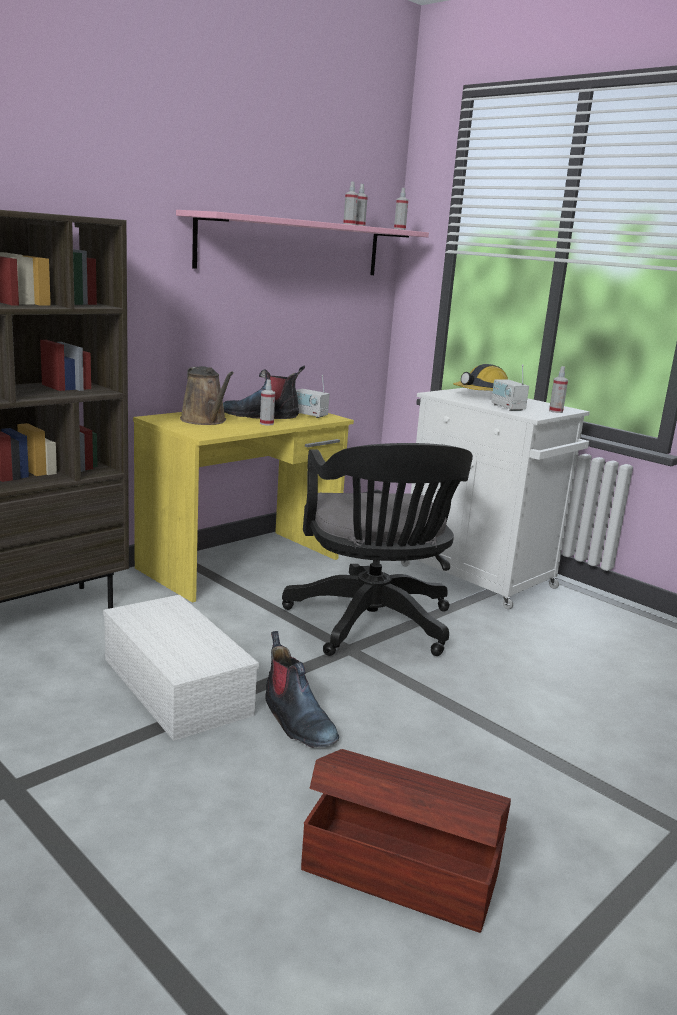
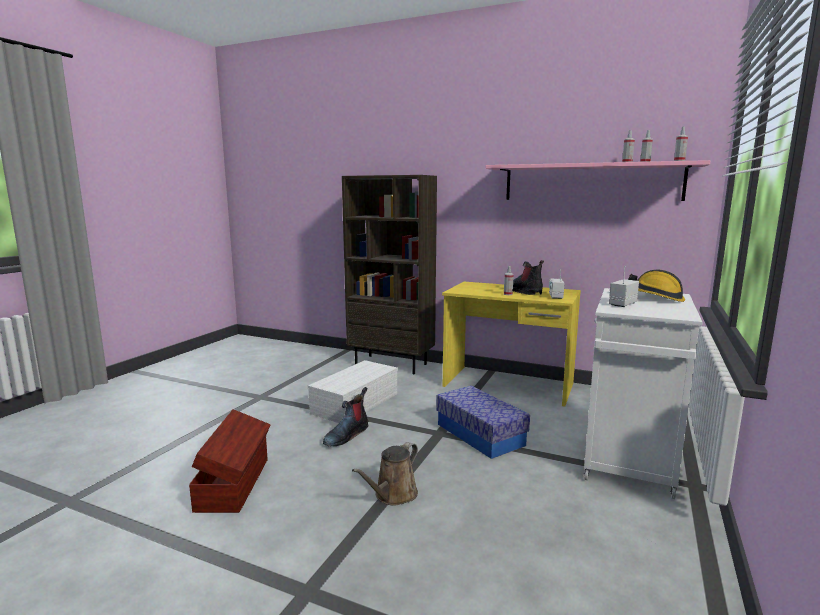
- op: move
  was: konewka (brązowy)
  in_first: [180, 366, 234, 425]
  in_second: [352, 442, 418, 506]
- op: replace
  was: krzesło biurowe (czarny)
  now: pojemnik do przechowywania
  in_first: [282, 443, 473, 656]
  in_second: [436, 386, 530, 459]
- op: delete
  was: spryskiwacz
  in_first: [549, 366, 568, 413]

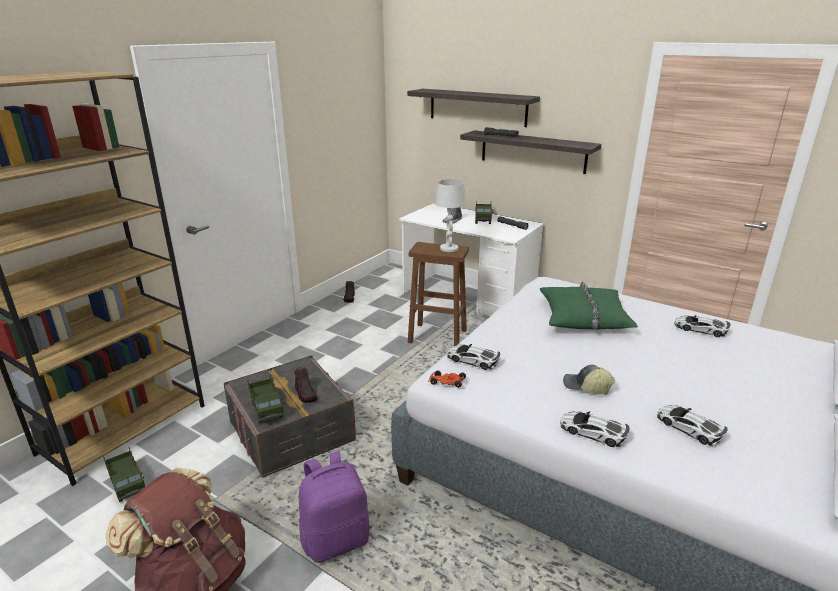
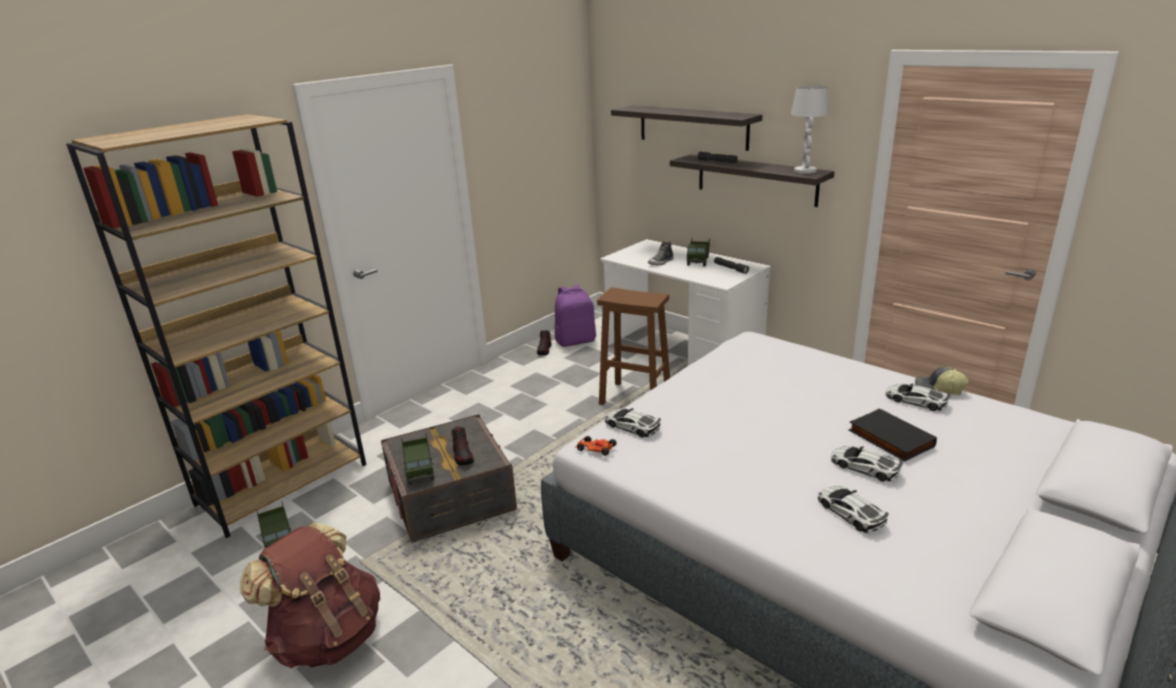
- op: move
  was: plecak (fioletowy)
  in_first: [299, 451, 370, 563]
  in_second: [555, 284, 596, 347]
- op: move
  was: lampa stołowa (biały)
  in_first: [435, 179, 466, 252]
  in_second: [791, 86, 829, 174]
- op: delete
  was: poduszka (zielony)
  in_first: [540, 281, 638, 330]
- op: move
  was: samochodzik
  in_first: [560, 411, 629, 447]
  in_second: [831, 446, 903, 482]
- op: move
  was: czapka z daszkiem
  in_first: [563, 365, 615, 395]
  in_second: [915, 366, 969, 395]
- op: insert
  now: książka (czarny)
  in_second: [848, 408, 937, 461]

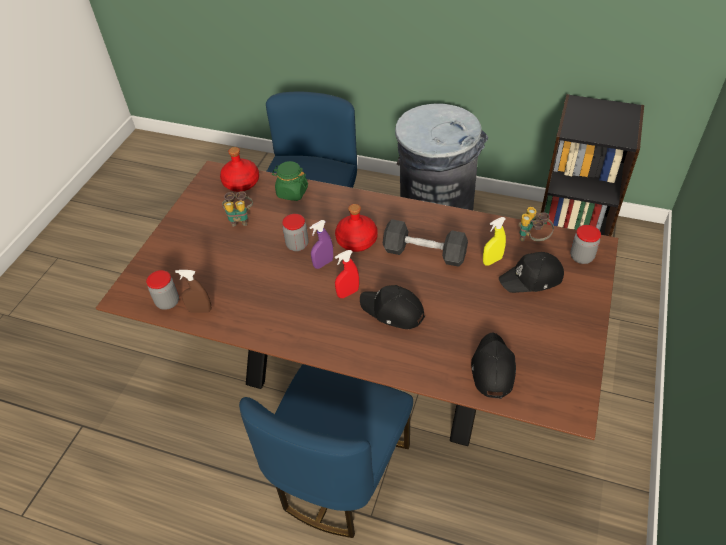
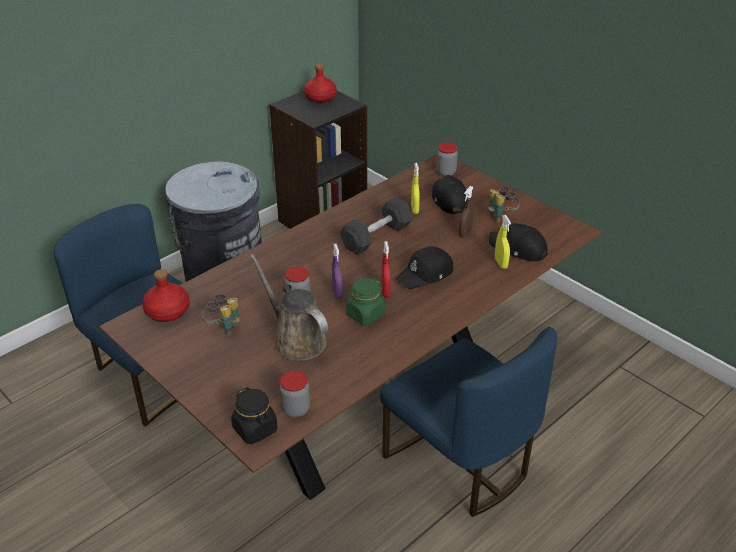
- op: move
  was: spryskiwacz (brązowy)
  in_first: [175, 270, 211, 313]
  in_second: [459, 186, 474, 238]
- op: move
  was: słoik (zielony)
  in_first: [272, 161, 308, 201]
  in_second: [346, 278, 385, 325]
- op: move
  was: butelka (czerwony)
  in_first: [335, 204, 378, 252]
  in_second: [304, 64, 337, 103]
- op: rotate
  was: czapka z daszkiem (czarny)
  in_first: [499, 252, 564, 293]
  in_second: [432, 175, 466, 214]
  clockwise: 150
- op: move
  was: lornetka
  in_first: [518, 207, 554, 242]
  in_second: [488, 186, 520, 222]
- op: insert
  now: słoik (czarny)
  in_second: [231, 387, 277, 444]
- op: insert
  now: konewka (brązowy)
  in_second: [250, 254, 328, 361]
- op: insert
  now: spryskiwacz (żółty)
  in_second: [495, 215, 511, 269]

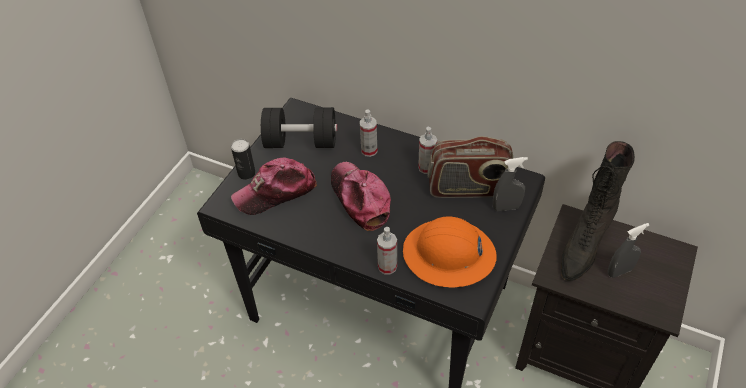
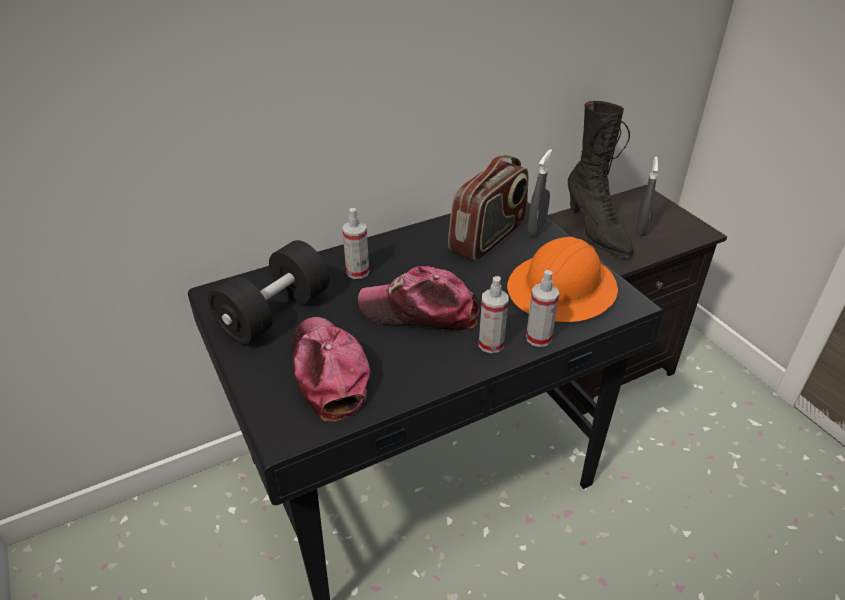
- op: delete
  was: puszka
  in_first: [231, 139, 256, 180]
- op: rotate
  was: czapka z daszkiem
  in_first: [231, 158, 317, 215]
  in_second: [291, 317, 370, 421]
  clockwise: 150
- op: move
  was: spryskiwacz
  in_first: [418, 127, 437, 174]
  in_second: [479, 276, 509, 353]

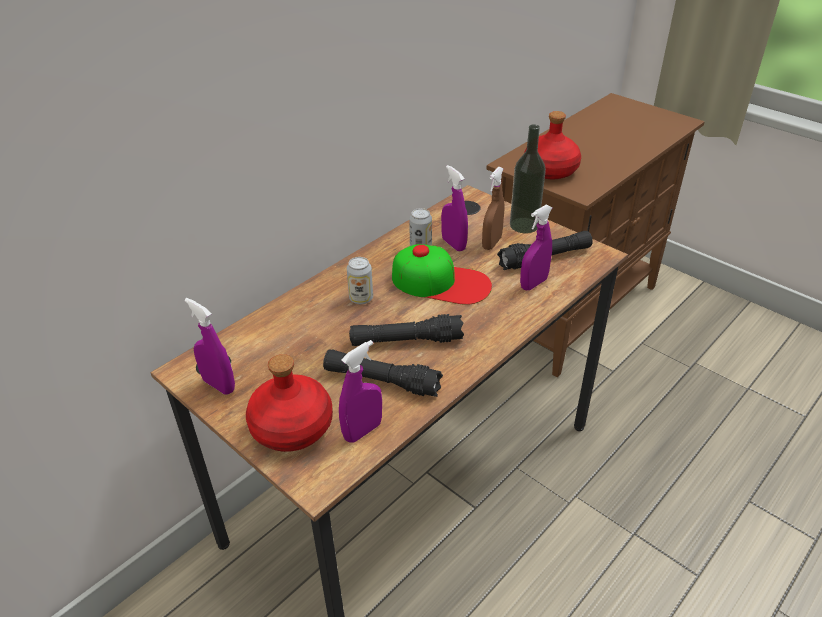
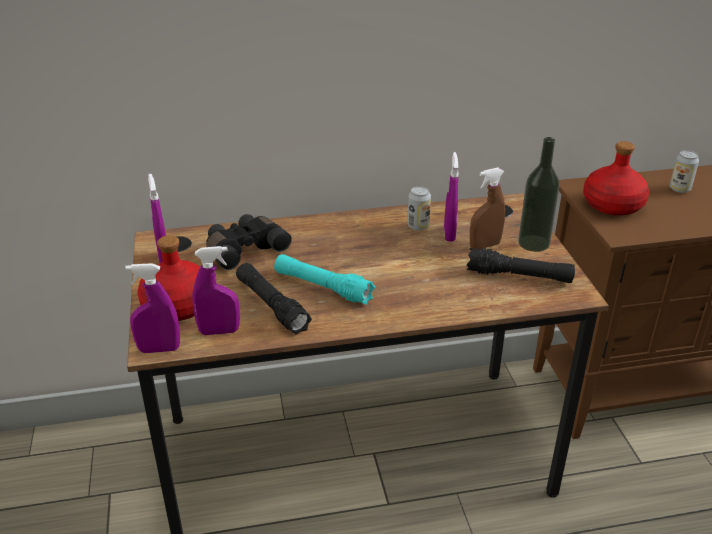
- op: move
  was: puszka
  in_first: [347, 257, 373, 304]
  in_second: [670, 150, 699, 193]
- op: recolor
  was: latarka (czarny)
  now: latarka (turkusowy)
  in_first: [349, 314, 464, 346]
  in_second: [274, 254, 375, 305]
- op: delete
  was: czapka z daszkiem
  in_first: [392, 244, 492, 305]
- op: move
  was: spryskiwacz (fioletowy)
  in_first: [520, 205, 553, 291]
  in_second: [125, 263, 180, 353]
- op: insert
  now: lornetka (czarny)
  in_second: [206, 214, 292, 270]

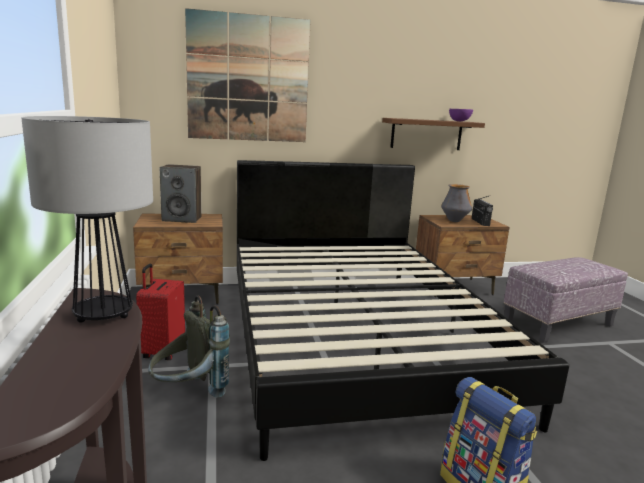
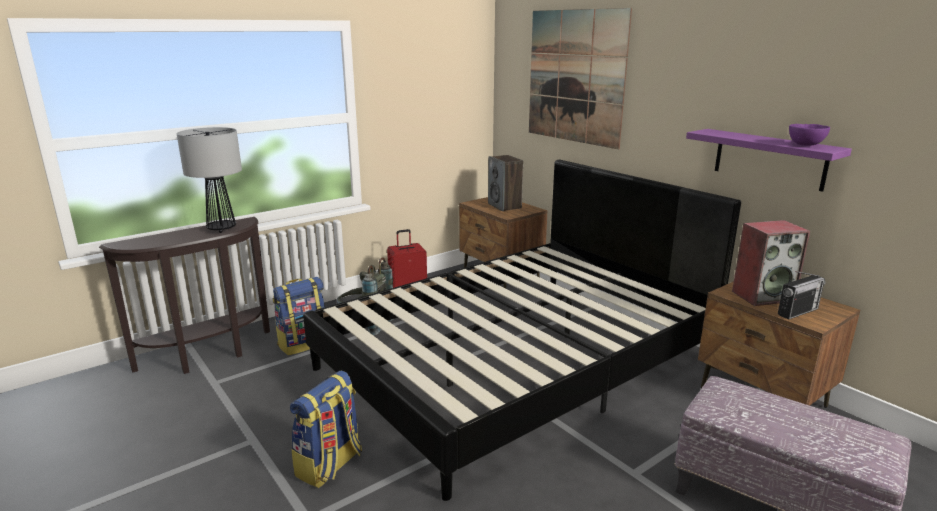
- op: recolor
  was: półka (brązowy)
  now: półka (fioletowy)
  in_first: [382, 118, 485, 150]
  in_second: [686, 129, 852, 192]
- op: replace
  was: wazon
  now: głośnik
  in_first: [441, 184, 472, 222]
  in_second: [732, 220, 810, 306]
- op: insert
  now: plecak
  in_second: [273, 277, 325, 356]

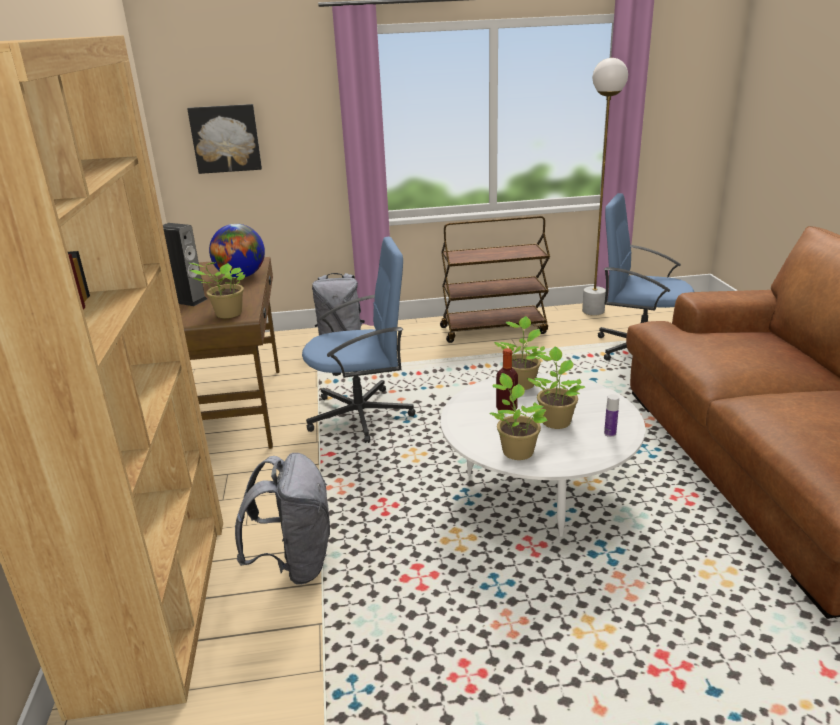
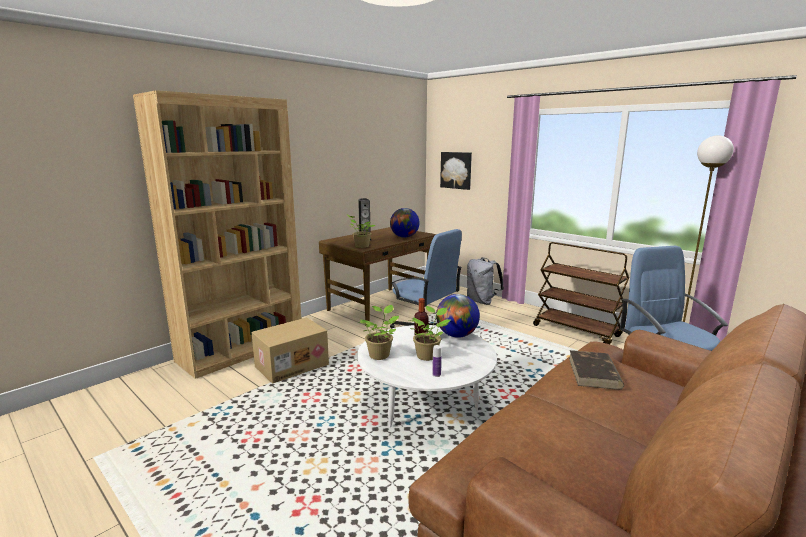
- op: replace
  was: plecak (szary)
  now: karton
  in_first: [235, 453, 330, 585]
  in_second: [251, 317, 329, 384]
- op: replace
  was: roślina doniczkowa
  now: globus
  in_first: [494, 316, 546, 390]
  in_second: [436, 294, 480, 338]
- op: insert
  now: książka (brązowy)
  in_second: [569, 350, 624, 390]

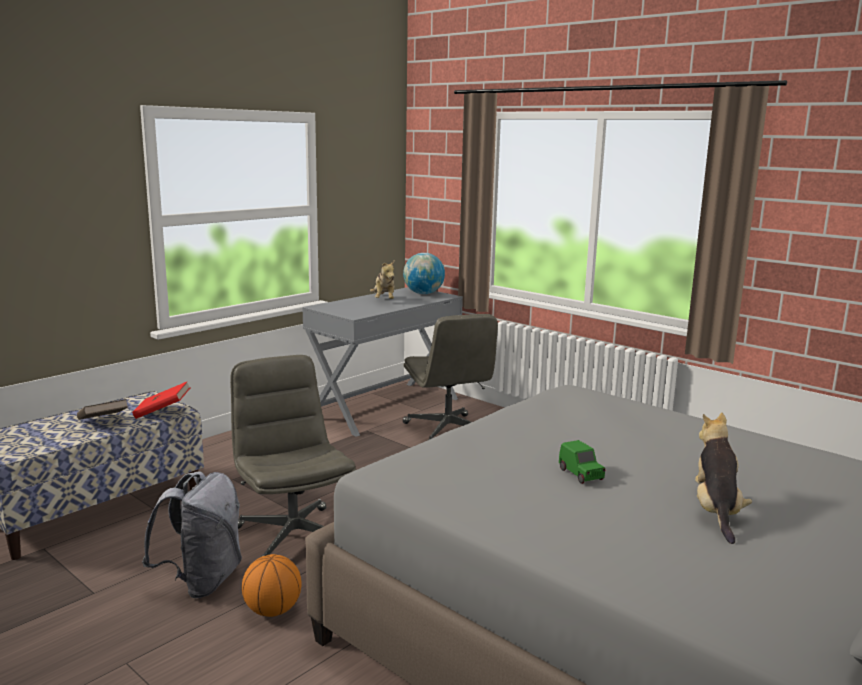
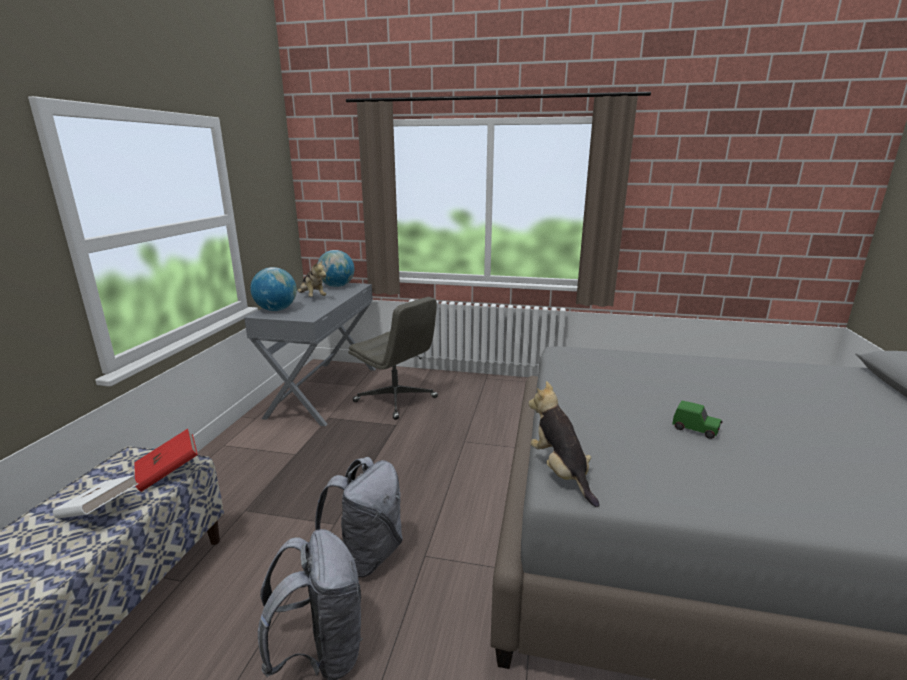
- op: recolor
  was: książka (brązowy)
  now: książka (biały)
  in_first: [77, 399, 128, 420]
  in_second: [53, 475, 139, 519]
- op: replace
  was: krzesło biurowe (szary)
  now: plecak (szary)
  in_first: [230, 355, 356, 556]
  in_second: [315, 457, 403, 578]
- op: delete
  was: piłka do koszykówki
  in_first: [242, 554, 301, 617]
- op: move
  was: pluszak
  in_first: [695, 412, 752, 544]
  in_second: [529, 381, 599, 507]
- op: insert
  now: globus
  in_second: [250, 267, 297, 311]

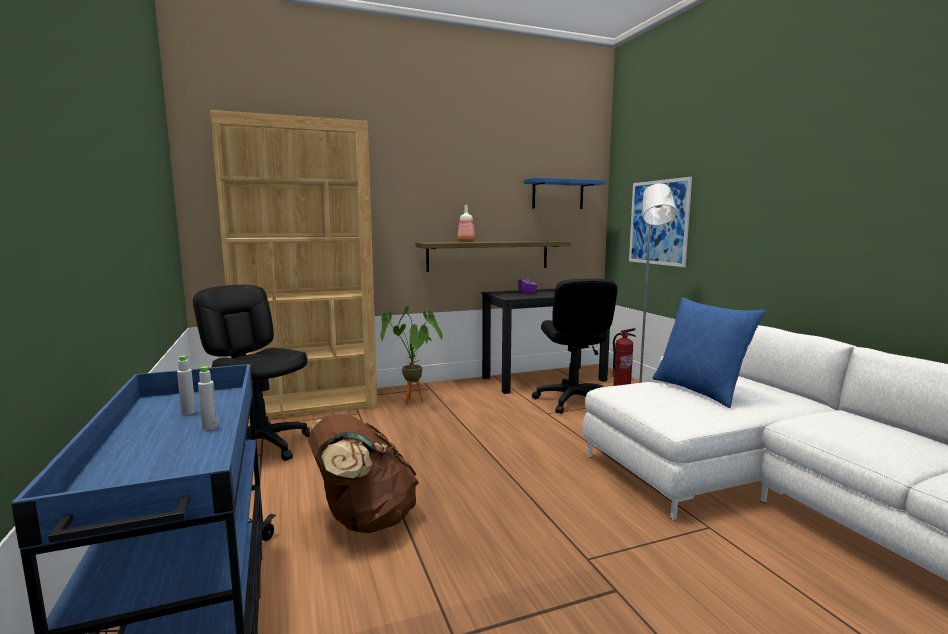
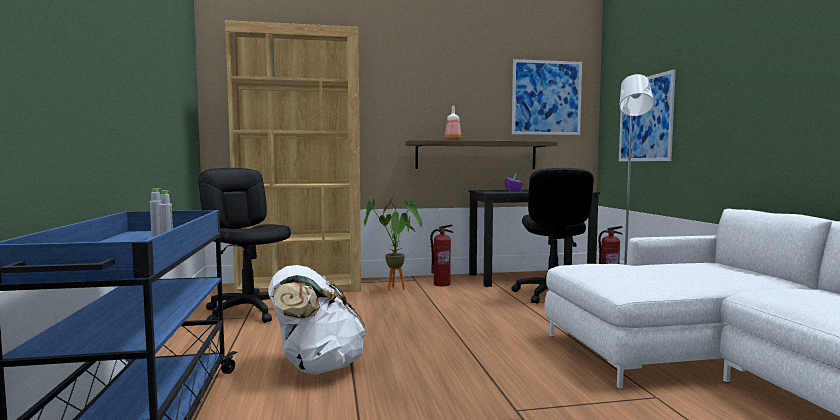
- op: recolor
  was: plecak (brązowy)
  now: plecak (biały)
  in_first: [308, 414, 419, 533]
  in_second: [268, 265, 367, 375]
- op: replace
  was: półka (niebieski)
  now: obraz
  in_first: [524, 178, 606, 209]
  in_second: [512, 59, 582, 135]
- op: delete
  was: poduszka (niebieski)
  in_first: [652, 297, 765, 408]
- op: insert
  now: gaśnica
  in_second: [430, 224, 453, 286]

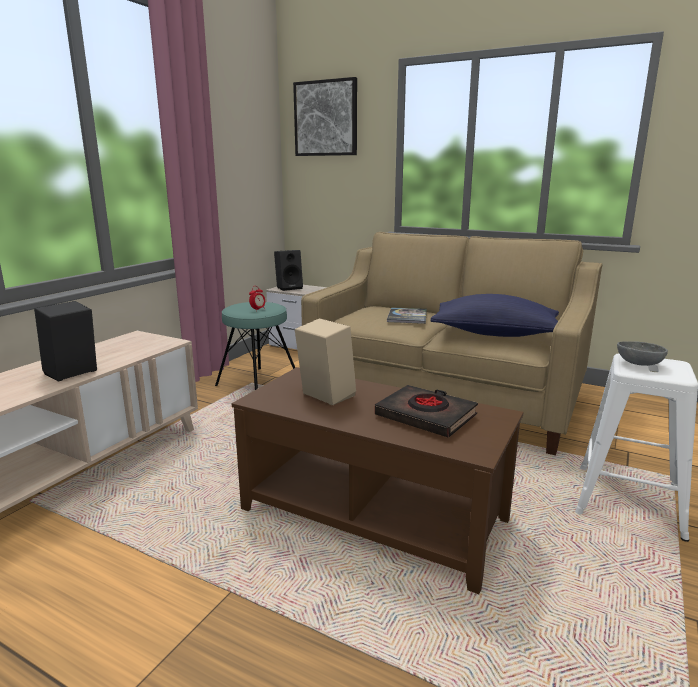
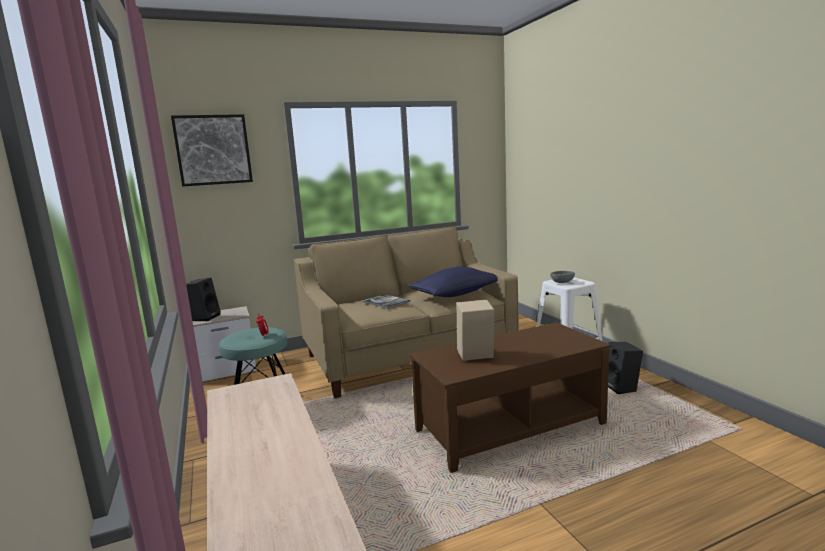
- op: move
  was: głośnik (czarny)
  in_first: [34, 301, 97, 382]
  in_second: [608, 342, 643, 394]
- op: delete
  was: książka (czarny)
  in_first: [375, 385, 478, 438]

